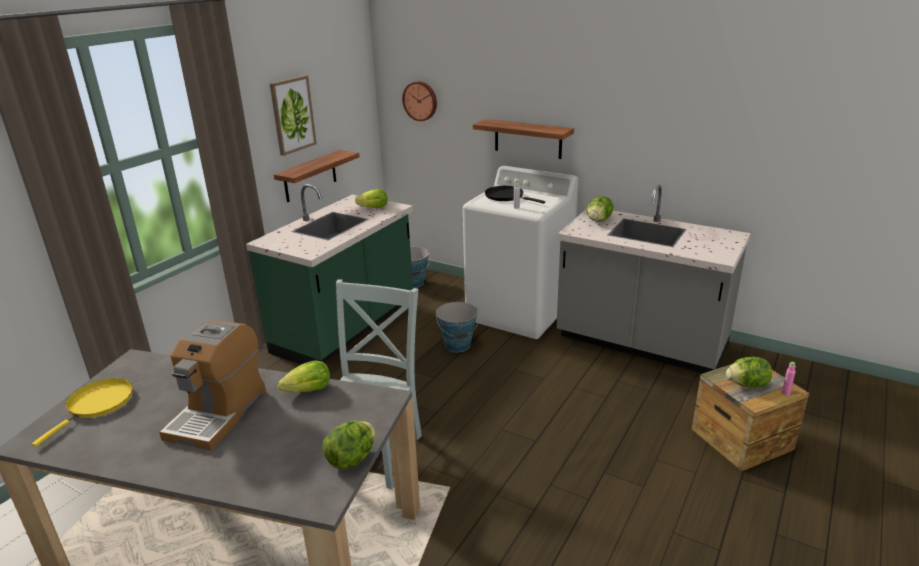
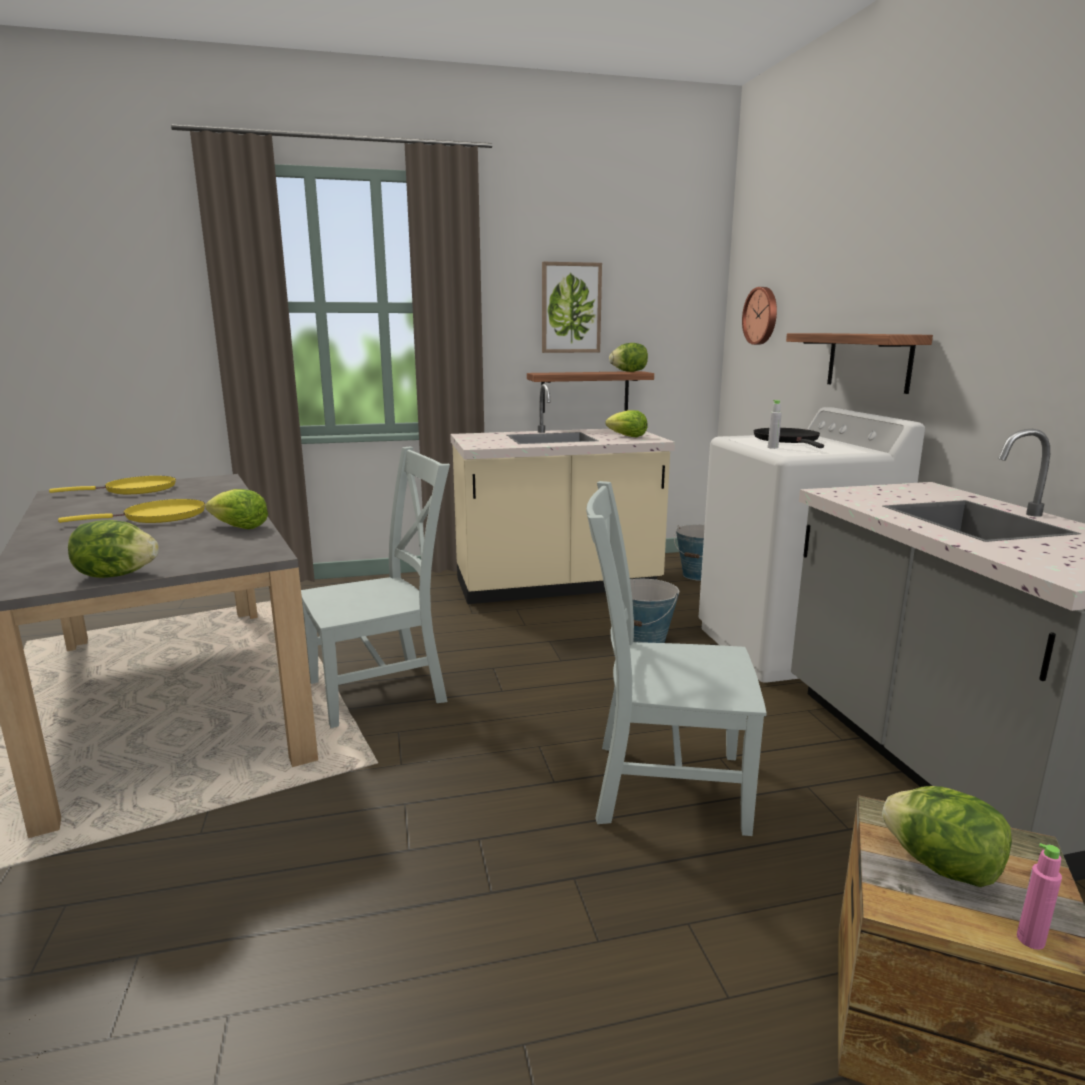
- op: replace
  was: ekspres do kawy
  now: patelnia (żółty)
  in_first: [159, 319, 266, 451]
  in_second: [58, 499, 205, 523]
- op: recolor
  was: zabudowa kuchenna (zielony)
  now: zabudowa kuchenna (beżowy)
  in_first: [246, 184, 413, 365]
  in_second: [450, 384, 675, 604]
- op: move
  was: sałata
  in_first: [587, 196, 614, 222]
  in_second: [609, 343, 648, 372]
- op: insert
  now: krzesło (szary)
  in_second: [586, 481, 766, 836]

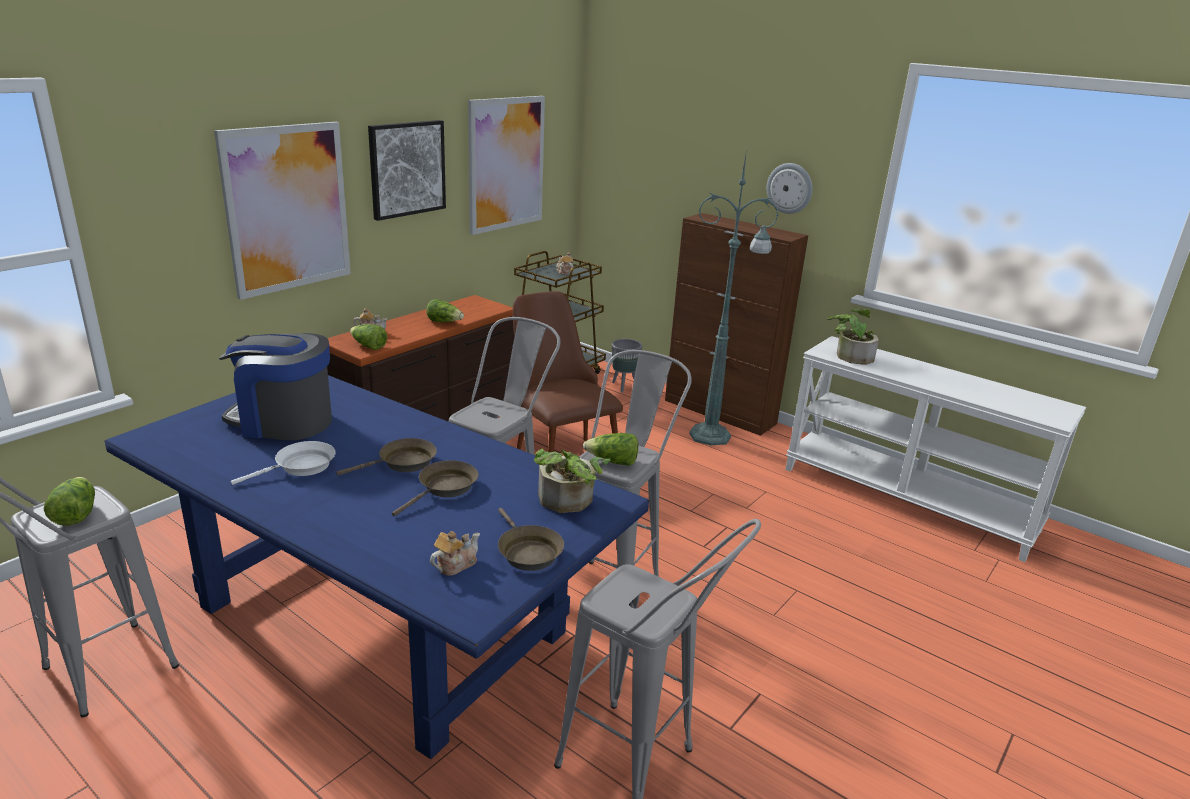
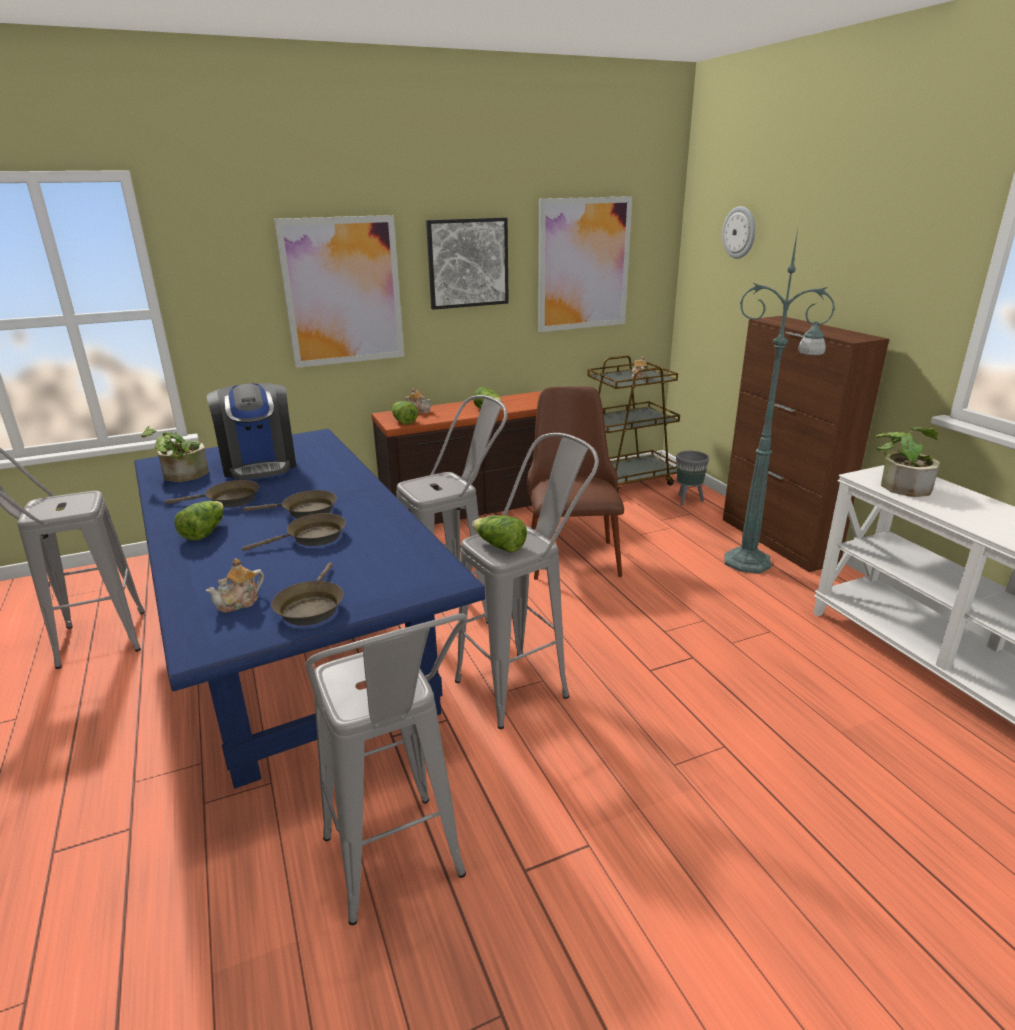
- op: move
  was: sałata
  in_first: [44, 477, 95, 526]
  in_second: [175, 501, 224, 541]
- op: rotate
  was: ekspres do kawy
  in_first: [219, 333, 332, 440]
  in_second: [207, 383, 297, 480]
  clockwise: -150
- op: recolor
  was: patelnia (biały)
  now: patelnia (brązowy)
  in_first: [231, 441, 336, 485]
  in_second: [165, 480, 259, 508]
- op: rotate
  was: imbryk
  in_first: [430, 531, 480, 576]
  in_second: [206, 558, 264, 613]
  clockwise: 150
- op: move
  was: roślina doniczkowa
  in_first: [534, 448, 611, 513]
  in_second: [141, 426, 209, 482]
- op: move
  was: zegar ścienny
  in_first: [767, 163, 813, 214]
  in_second: [722, 206, 756, 259]

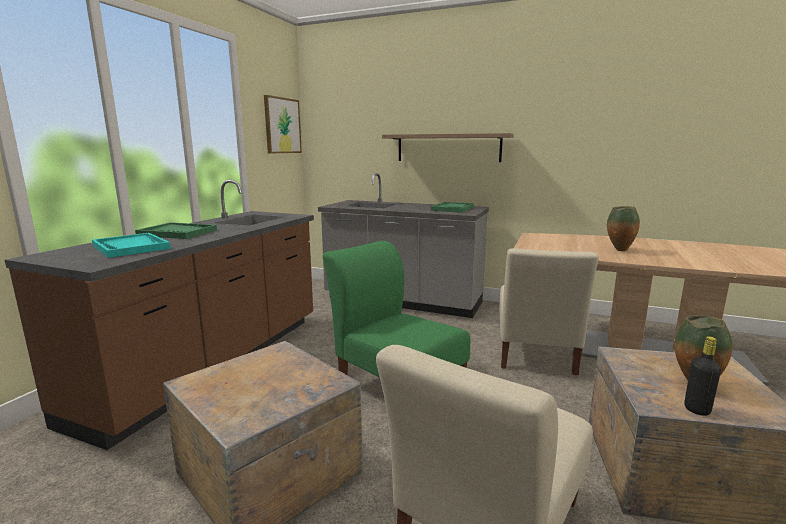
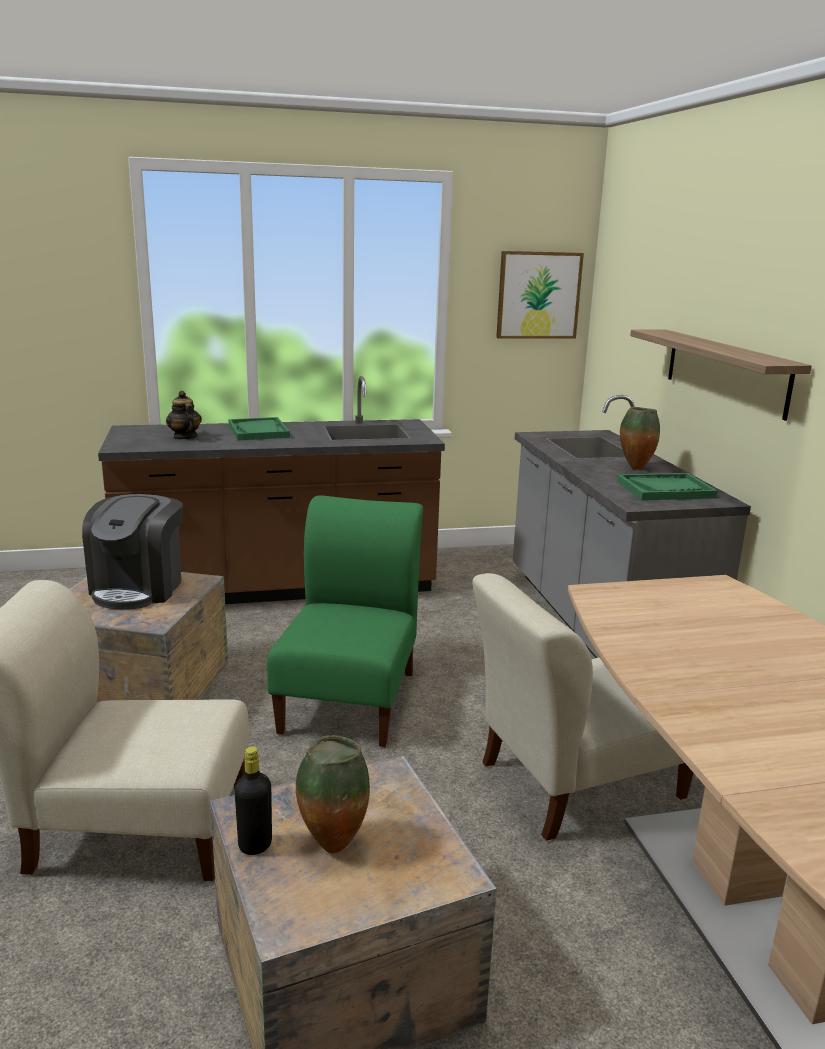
- op: replace
  was: taca (turkusowy)
  now: imbryk
  in_first: [92, 233, 171, 258]
  in_second: [166, 391, 202, 440]
- op: move
  was: wazon
  in_first: [607, 206, 640, 251]
  in_second: [620, 407, 660, 470]
- op: insert
  now: ekspres do kawy
  in_second: [82, 494, 183, 610]

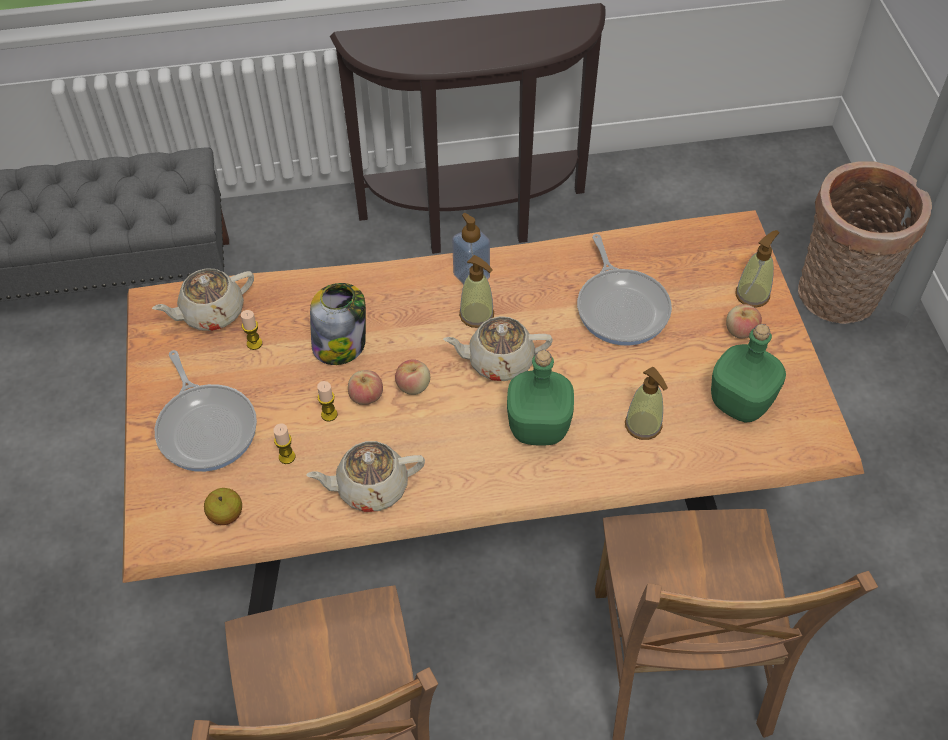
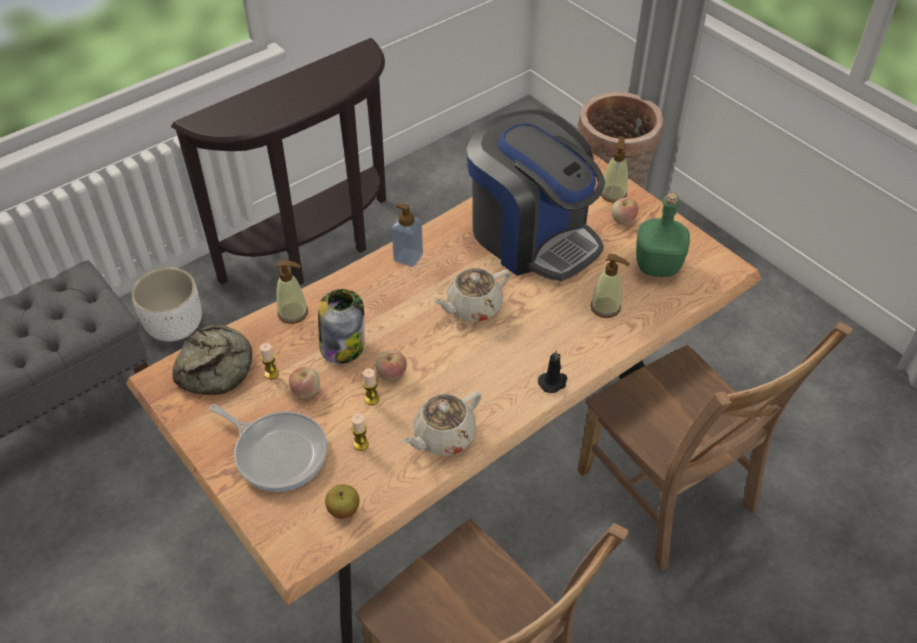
- op: replace
  was: imbryk (beżowy)
  now: chleb
  in_first: [152, 268, 254, 331]
  in_second: [172, 325, 252, 395]
- op: move
  was: jabłko
  in_first: [395, 359, 430, 395]
  in_second: [289, 367, 320, 398]
- op: move
  was: dozownik mydła
  in_first: [459, 255, 494, 328]
  in_second: [276, 260, 308, 324]
- op: delete
  was: butelka (zielony)
  in_first: [507, 350, 574, 446]
- op: replace
  was: patelnia
  now: ekspres do kawy
  in_first: [577, 234, 672, 346]
  in_second: [466, 109, 605, 281]
- op: insert
  now: donica (biały)
  in_second: [131, 267, 202, 341]
- op: insert
  now: świeca (czarny)
  in_second: [538, 350, 567, 393]

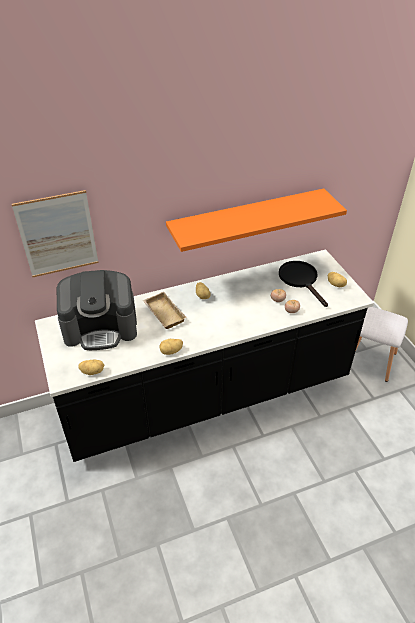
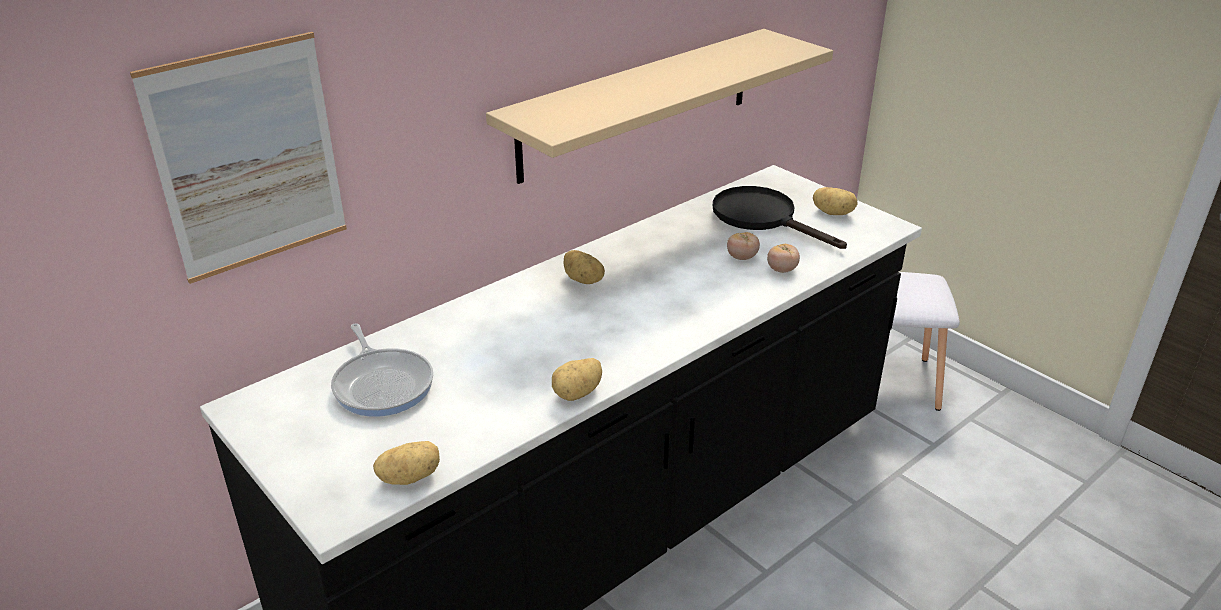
- op: replace
  was: ekspres do kawy
  now: patelnia
  in_first: [57, 270, 137, 350]
  in_second: [331, 323, 433, 417]
- op: delete
  was: taca (beżowy)
  in_first: [143, 292, 186, 329]
- op: recolor
  was: półka (pomarańczowy)
  now: półka (beżowy)
  in_first: [166, 188, 347, 252]
  in_second: [486, 29, 833, 184]

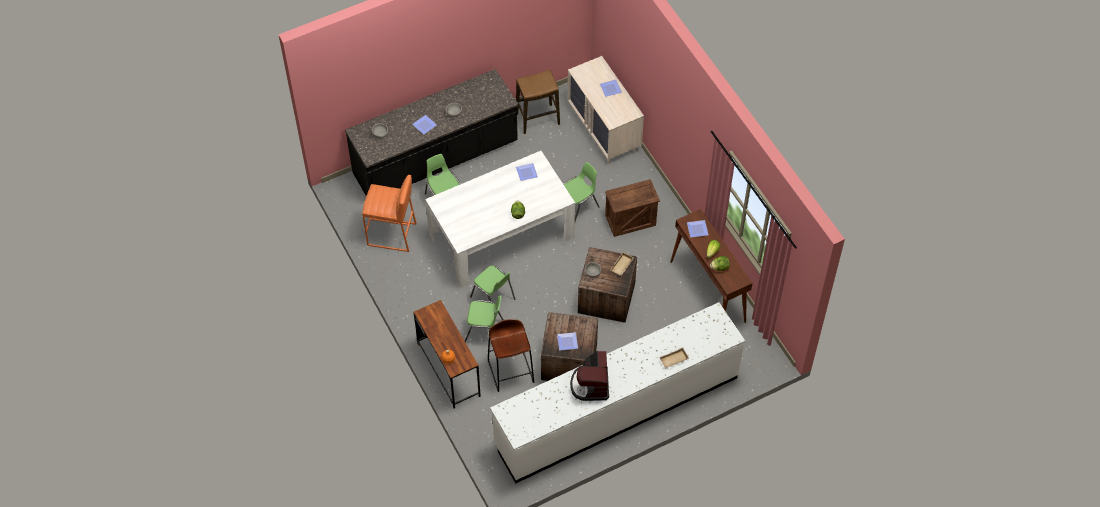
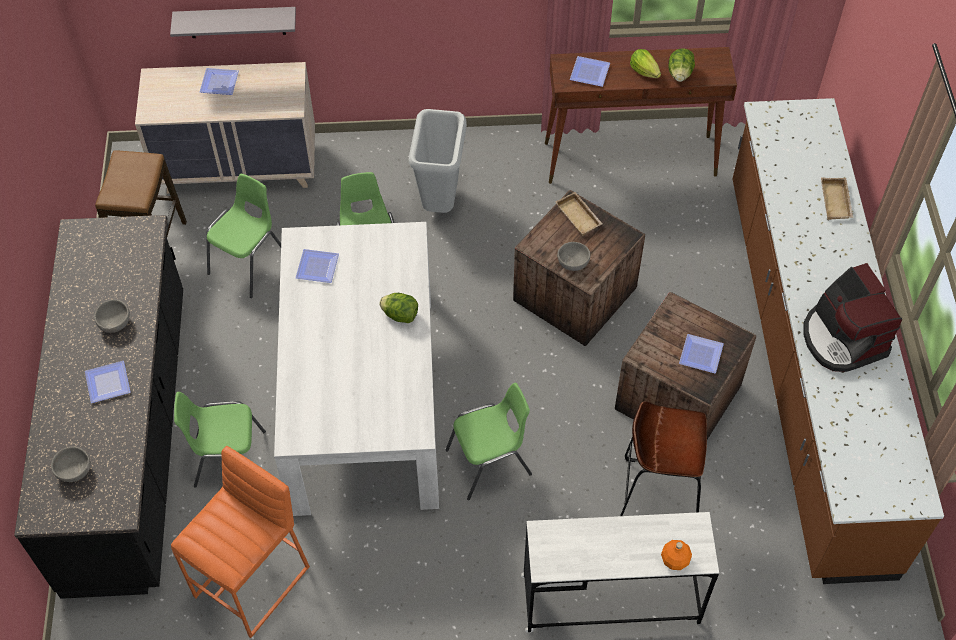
- op: recolor
  was: biurko (brązowy)
  now: biurko (biały)
  in_first: [413, 300, 481, 408]
  in_second: [521, 512, 719, 633]
- op: move
  was: krzesło (zielony)
  in_first: [465, 295, 504, 342]
  in_second: [206, 174, 281, 298]
- op: recolor
  was: zabudowa kuchenna (biały)
  now: zabudowa kuchenna (brązowy)
  in_first: [490, 302, 745, 483]
  in_second: [732, 98, 944, 584]
- op: rotate
  was: ekspres do kawy
  in_first: [570, 351, 609, 401]
  in_second: [803, 263, 902, 372]
  clockwise: 45
- op: replace
  was: skrzynka
  now: kosz na śmieci (szary)
  in_first: [605, 179, 660, 237]
  in_second: [409, 109, 467, 213]
- op: insert
  now: półka (szary)
  in_second: [170, 7, 296, 38]

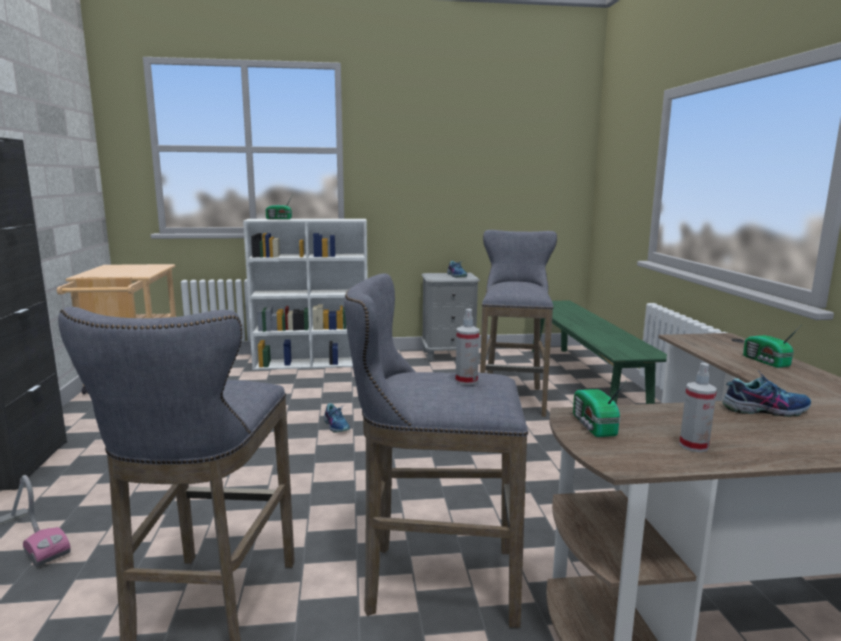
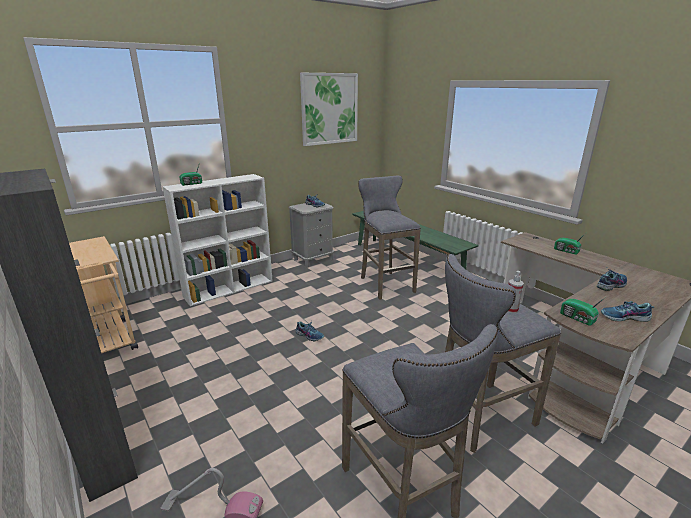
- op: replace
  was: spryskiwacz
  now: but
  in_first: [679, 363, 717, 452]
  in_second: [601, 301, 654, 322]
- op: insert
  now: obraz
  in_second: [300, 73, 358, 146]

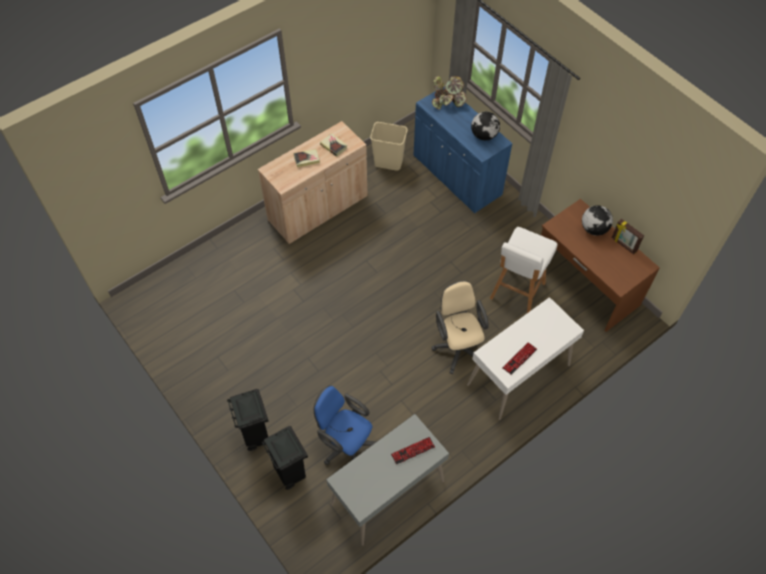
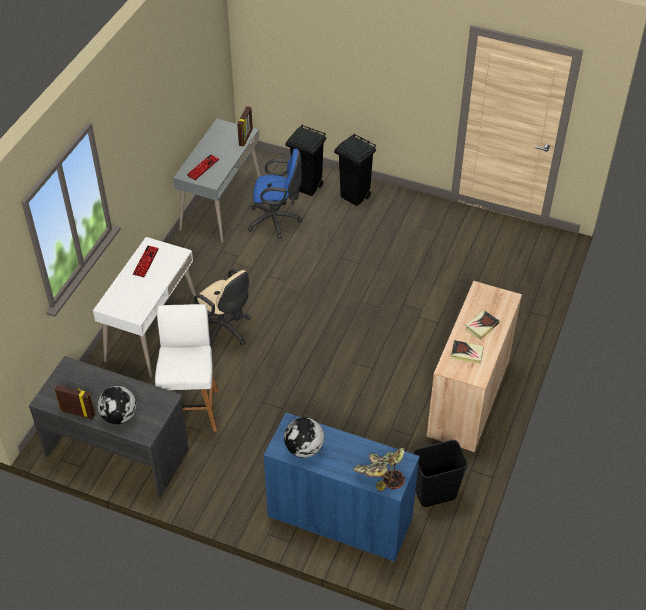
- op: recolor
  was: kosz na śmieci (beżowy)
  now: kosz na śmieci (czarny)
  in_first: [370, 122, 408, 171]
  in_second: [413, 440, 468, 507]
- op: recolor
  was: biurko (brązowy)
  now: biurko (szary)
  in_first: [541, 199, 660, 332]
  in_second: [29, 356, 189, 498]
- op: insert
  now: ramka na zdjęcie
  in_second: [237, 106, 253, 147]

